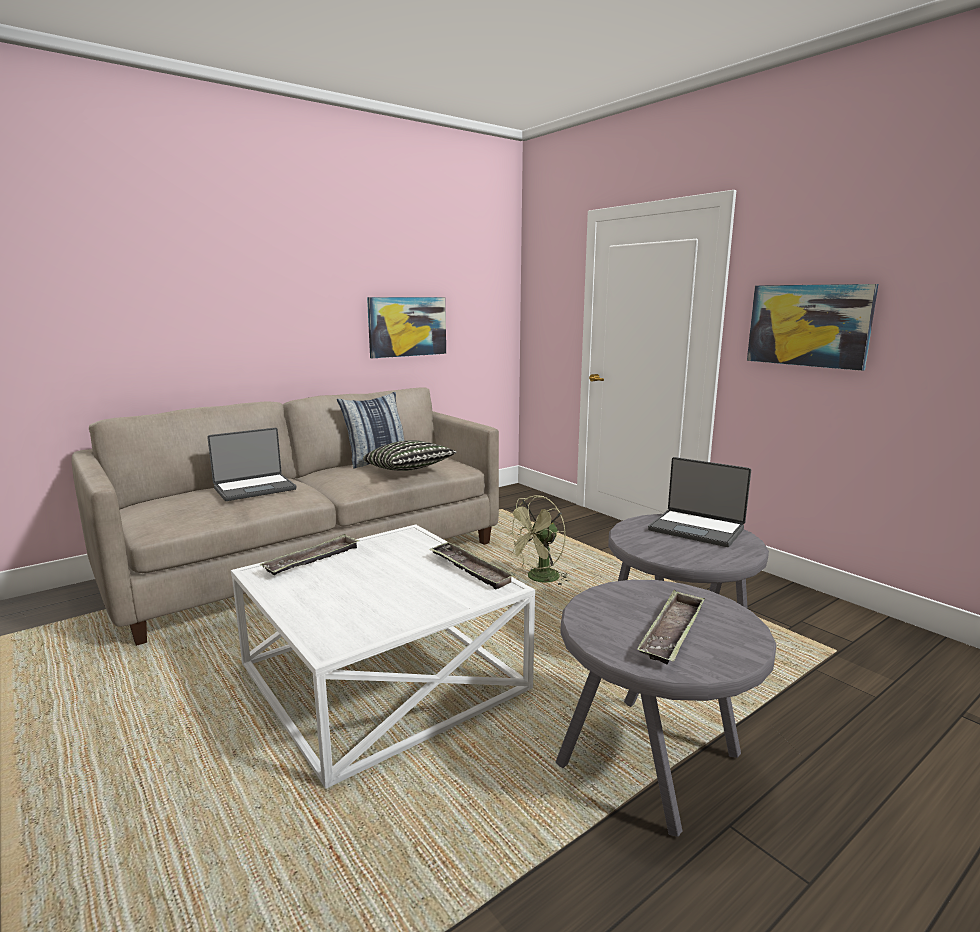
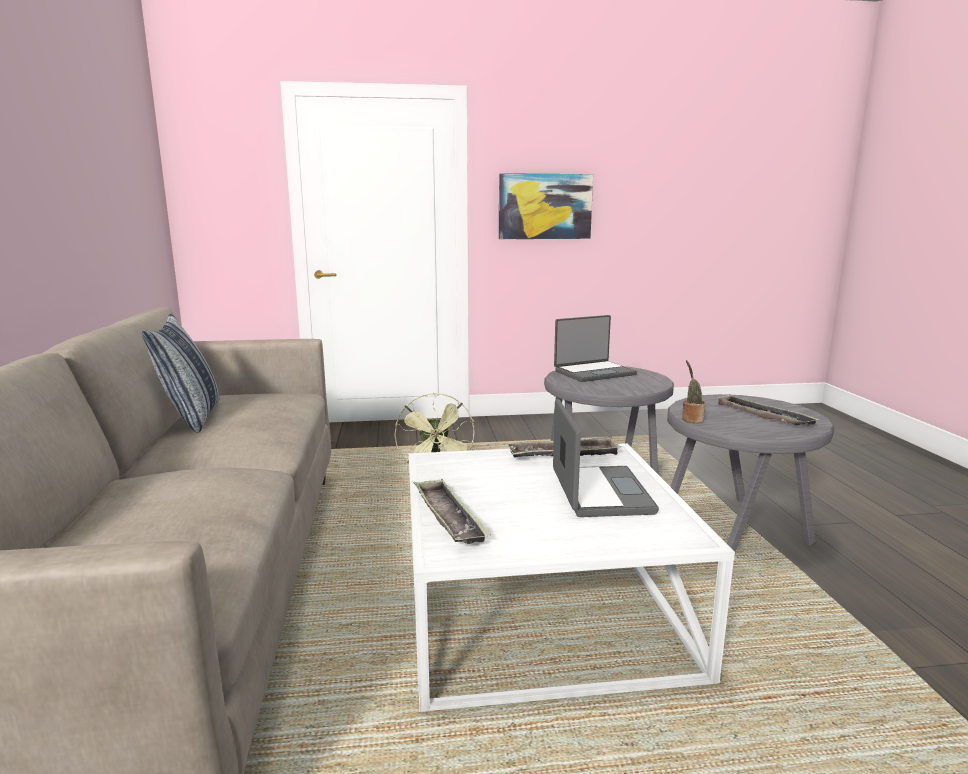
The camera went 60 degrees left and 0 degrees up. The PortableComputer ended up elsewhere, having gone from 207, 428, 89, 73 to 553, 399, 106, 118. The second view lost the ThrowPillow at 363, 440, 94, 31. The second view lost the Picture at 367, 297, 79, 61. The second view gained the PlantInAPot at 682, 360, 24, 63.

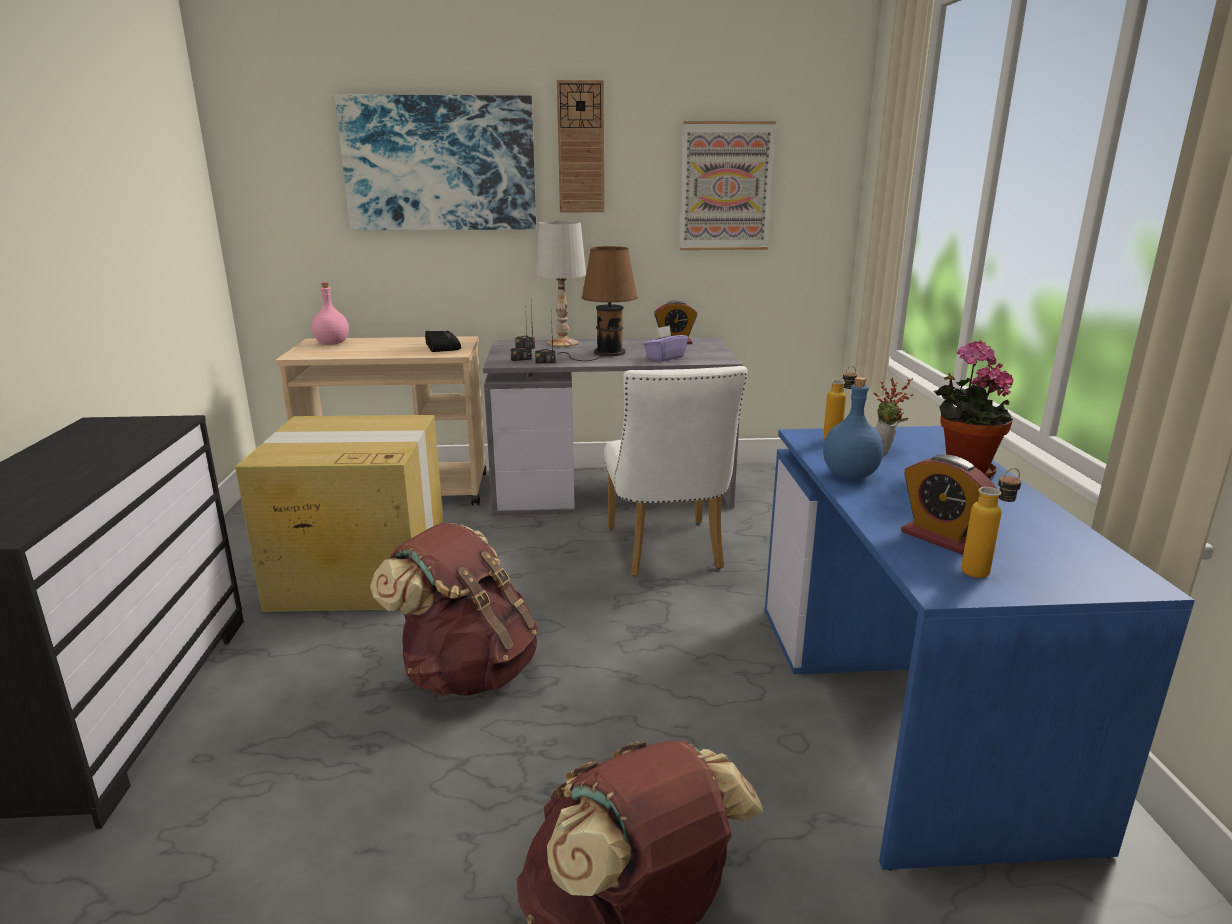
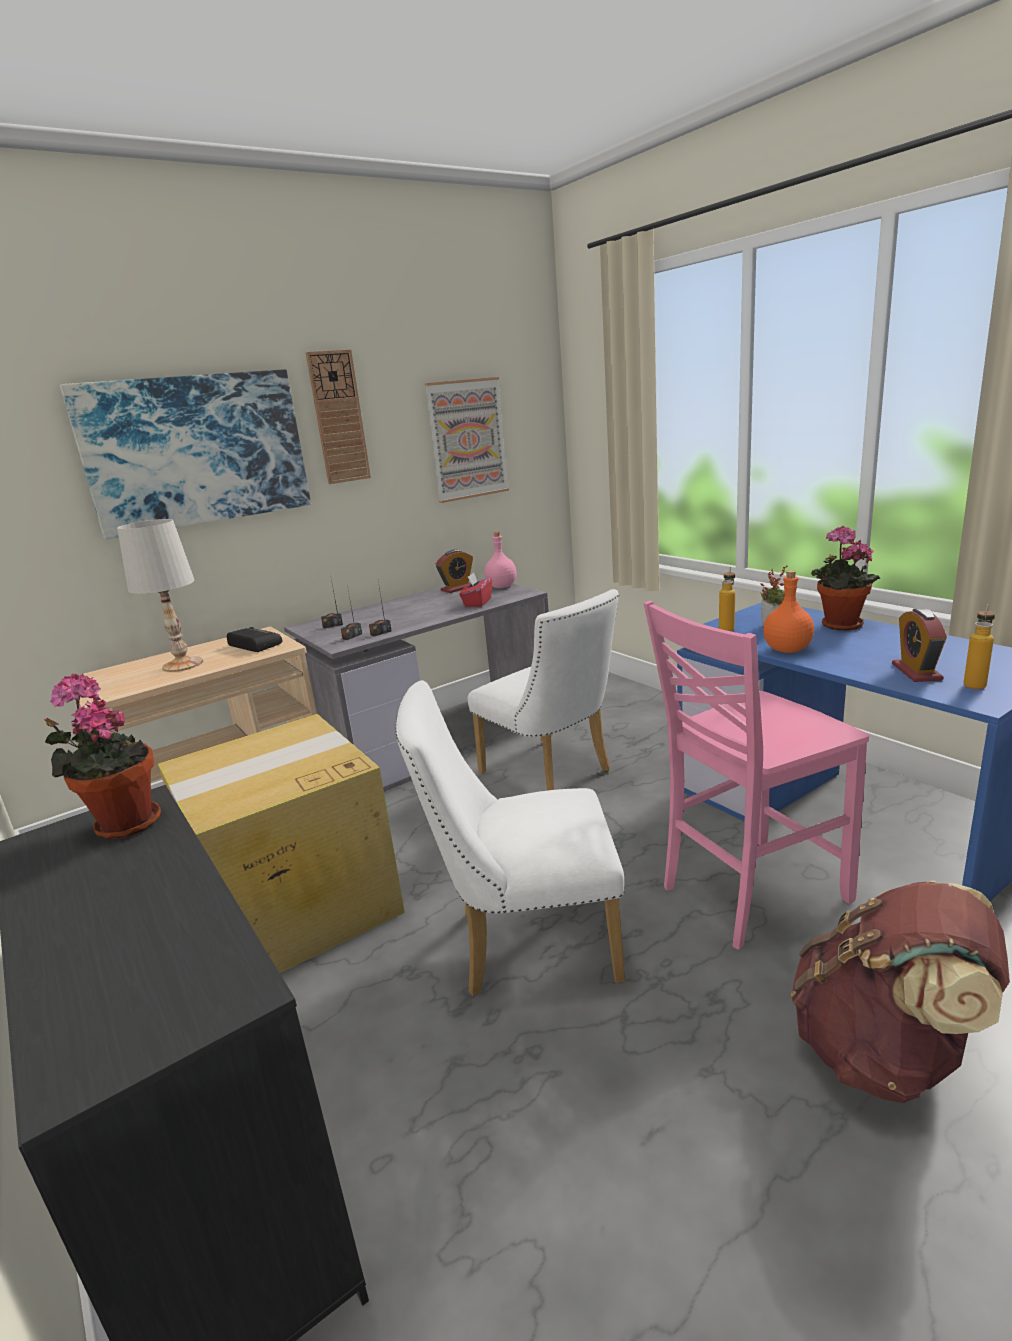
The camera went 30 degrees left and 0 degrees up. The PinkBeverageBottle ended up elsewhere, having gone from 312, 282, 37, 63 to 484, 532, 32, 56. Where the BrownColouredBackpack stood at 370, 522, 169, 174, the WhiteChair came to stand at 395, 680, 230, 316. The WhiteLampForATable ended up elsewhere, having gone from 536, 221, 50, 126 to 117, 519, 86, 153. The second view lost the BrownColouredLampForATable at 560, 246, 78, 115. What was the PurplishTissueHolder at 644, 325, 44, 37 turned into the RedTissueHolder at 459, 573, 33, 34. What was the BlueBeverageBottle at 823, 377, 60, 102 turned into the OrangeBeverageBottle at 763, 570, 51, 83. The BedsideClock at 901, 455, 96, 99 ended up facing another way, 75 degrees clockwise from before. The second view gained the PlantInAPot at 44, 674, 117, 165. The second view gained the PinkChair at 644, 601, 225, 349.

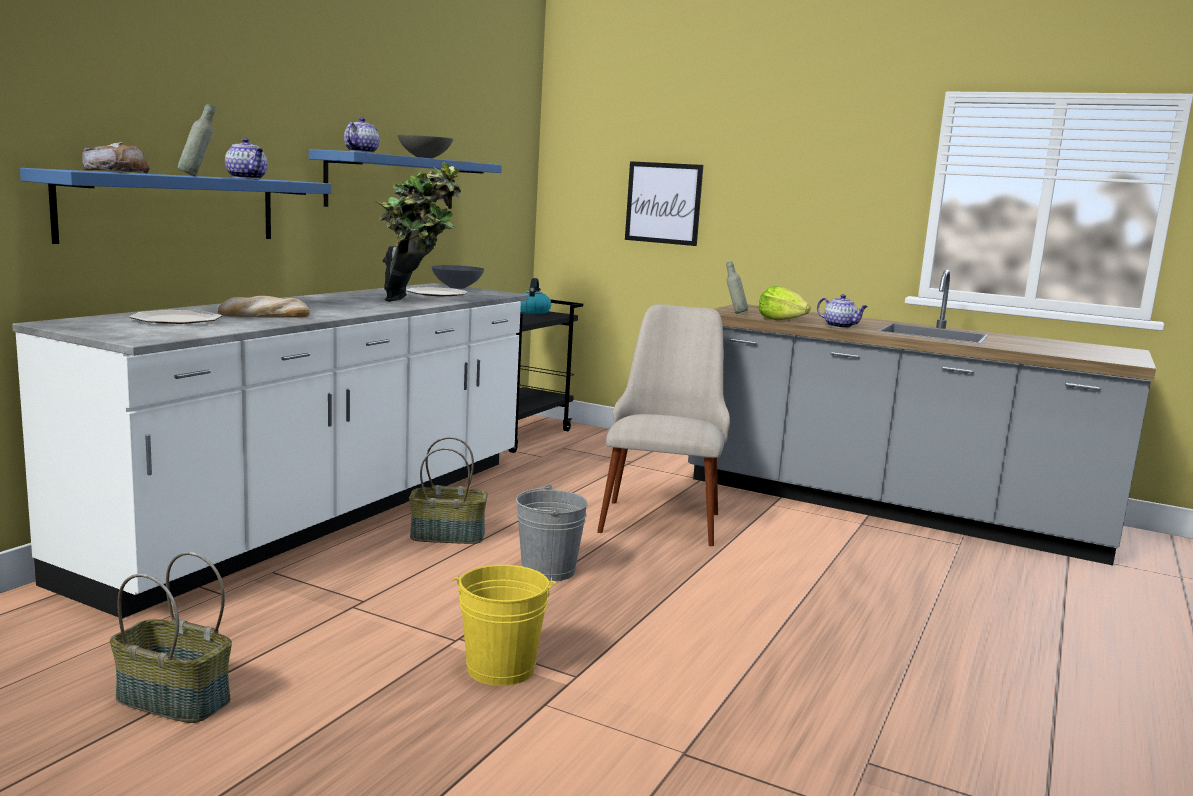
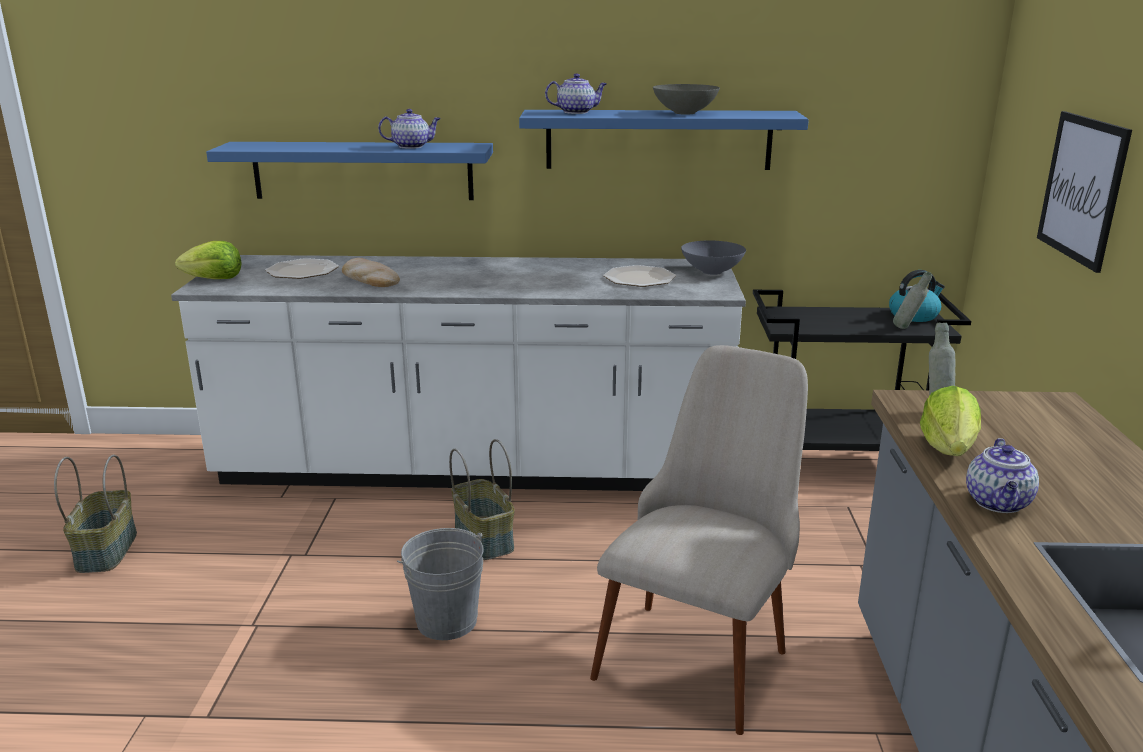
The camera went 65 degrees right and 10 degrees up. The second view lost the Bread at 82, 142, 67, 31. The GreyBeverageBottle ended up elsewhere, having gone from 178, 103, 37, 73 to 893, 272, 39, 57. The Teapot at 225, 138, 42, 41 ended up facing another way, 120 degrees counterclockwise from before. The second view lost the PlantInAPot at 374, 162, 88, 140. The second view lost the YellowishWaterBucket at 452, 565, 105, 121. The BeigeChair at 597, 304, 133, 242 ended up facing another way, 45 degrees counterclockwise from before. The second view gained the Lettuce at 175, 241, 67, 38.

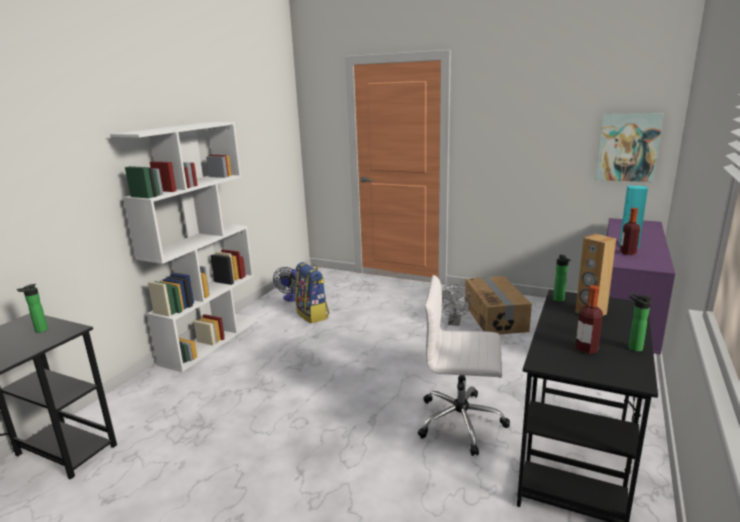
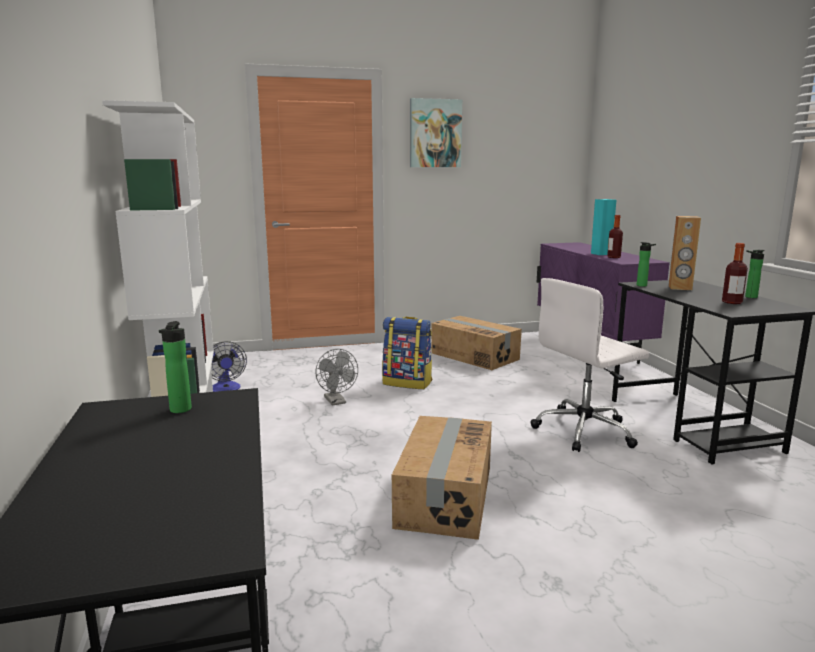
The camera went 40 degrees left and 5 degrees down. The Backpack ended up elsewhere, having gone from 295, 262, 34, 62 to 382, 317, 50, 72. The GreyElectricFan ended up elsewhere, having gone from 442, 284, 30, 42 to 316, 349, 42, 57. The Picture ended up elsewhere, having gone from 595, 113, 69, 69 to 410, 98, 52, 69. The second view gained the PackingBox at 392, 416, 100, 124.

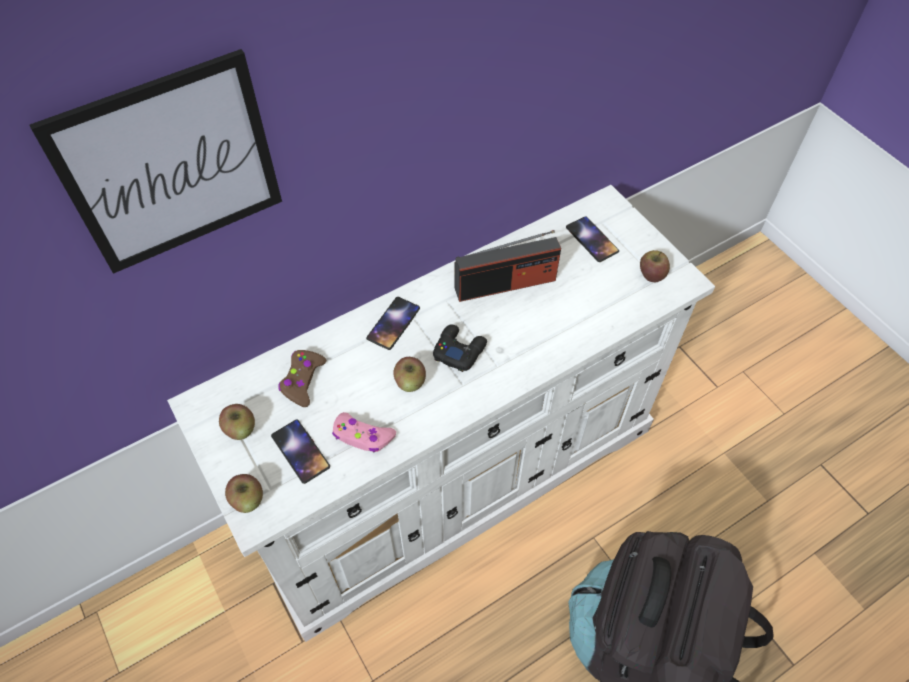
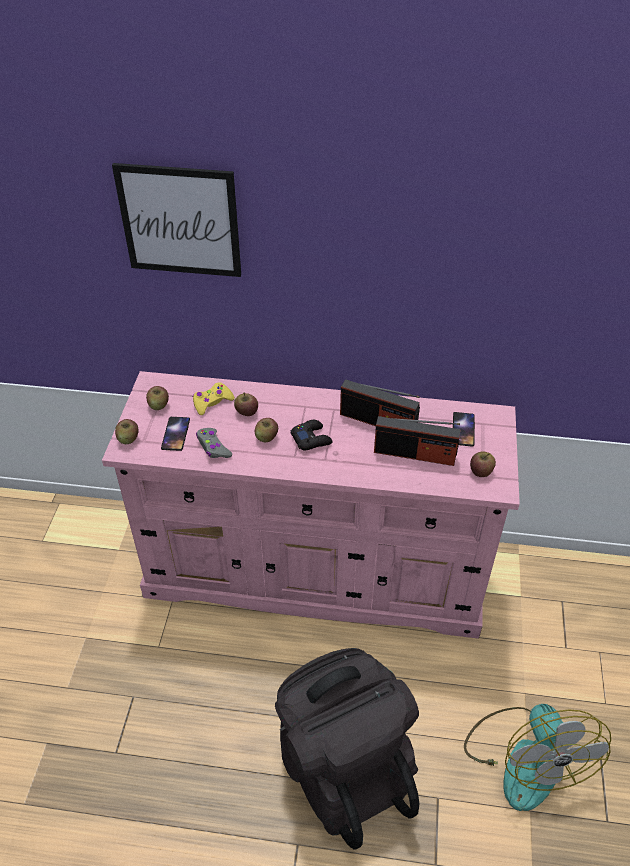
The camera went 40 degrees right and 10 degrees down. What was the WhiteDresser at 167, 185, 548, 457 turned into the PinkDresser at 102, 371, 418, 268. What was the BrownColouredJoypad at 278, 350, 48, 57 turned into the YellowishJoypad at 193, 382, 42, 33. What was the PinkJoypad at 332, 412, 64, 40 turned into the GreyJoypad at 196, 428, 36, 30. The second view lost the Telephone at 366, 297, 54, 53. The second view gained the WholeApple at 234, 392, 24, 24. The second view gained the RadioSet at 374, 416, 87, 50. The second view gained the ElectricFan at 464, 704, 147, 107.

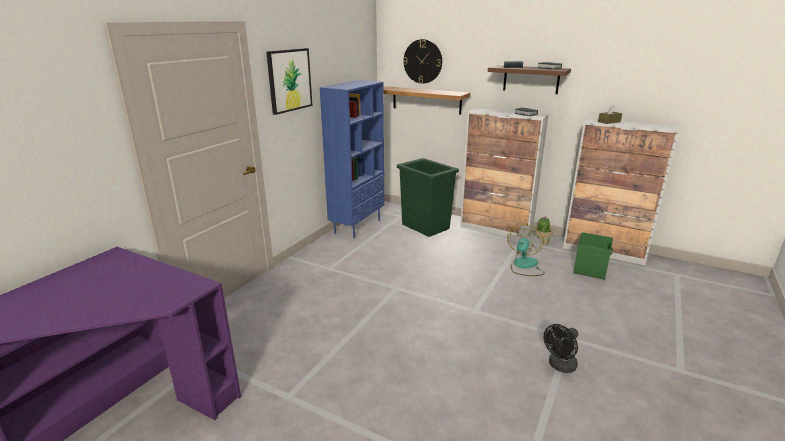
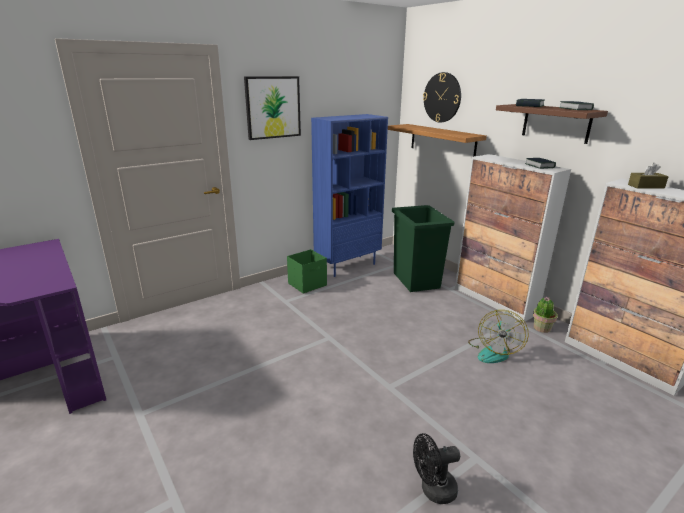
The camera went 25 degrees right and 0 degrees up. The ElectricFan at 507, 224, 38, 52 ended up facing another way, 150 degrees clockwise from before. The GreenishStorageBox ended up elsewhere, having gone from 573, 232, 40, 48 to 287, 249, 40, 45.

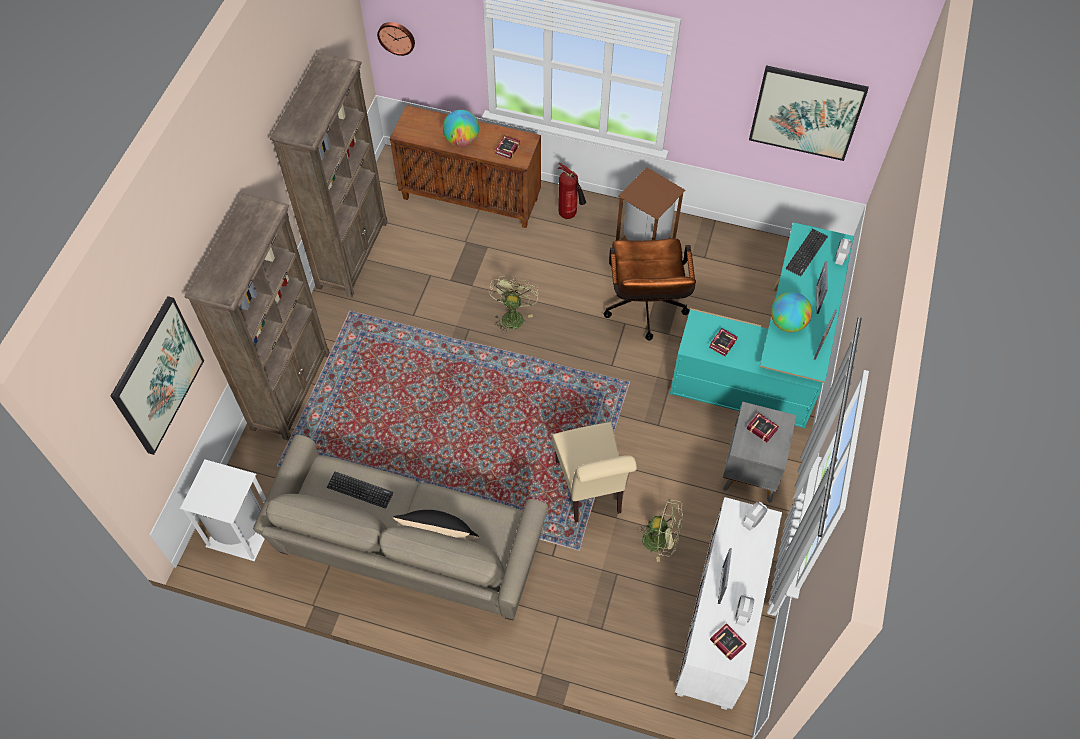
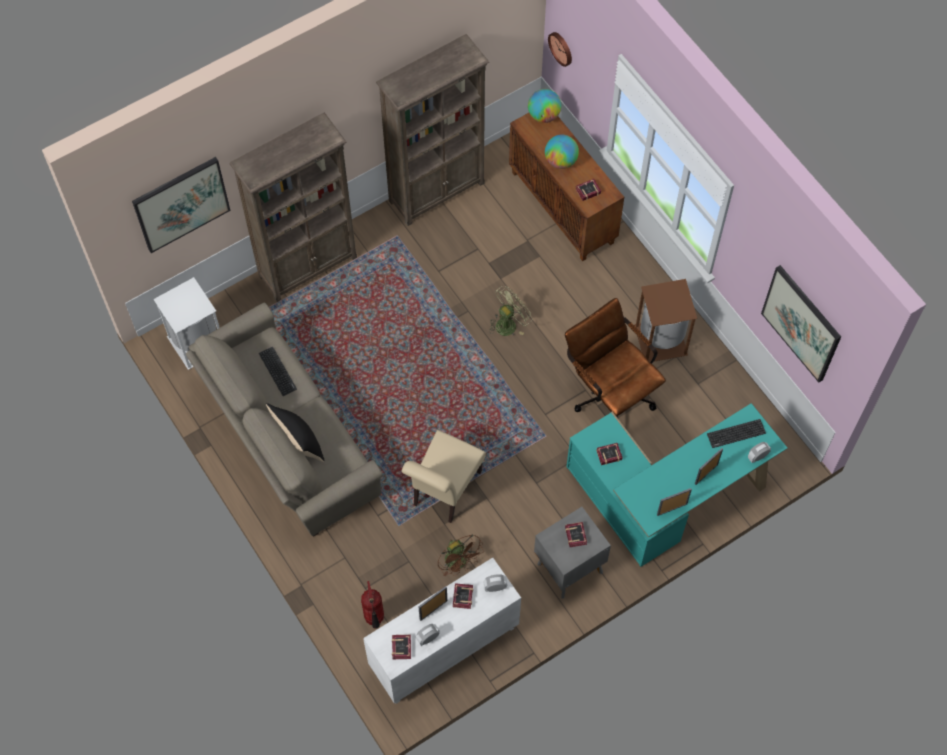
The camera went 40 degrees right and 5 degrees up. The FireExtinguisher ended up elsewhere, having gone from 558, 163, 28, 56 to 361, 581, 23, 48. The BrownColouredOfficeChair at 603, 238, 93, 102 ended up facing another way, 105 degrees clockwise from before. What was the GreenishElectricFan at 637, 499, 46, 63 turned into the BrownColouredElectricFan at 438, 535, 46, 41. The WorldGlobe ended up elsewhere, having gone from 771, 292, 41, 40 to 528, 89, 33, 34. The second view gained the Volume at 453, 583, 20, 26.

